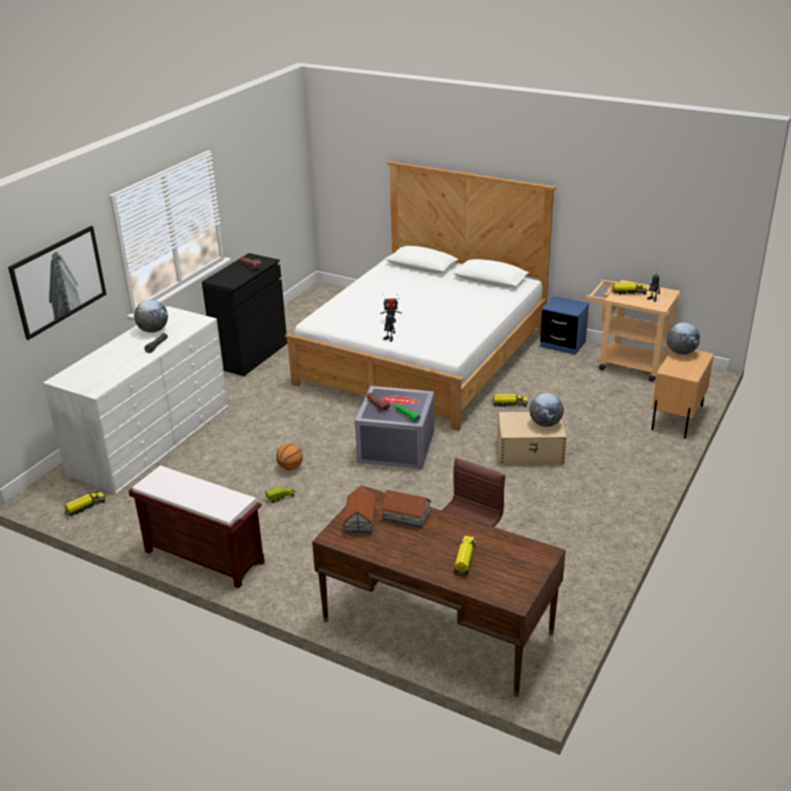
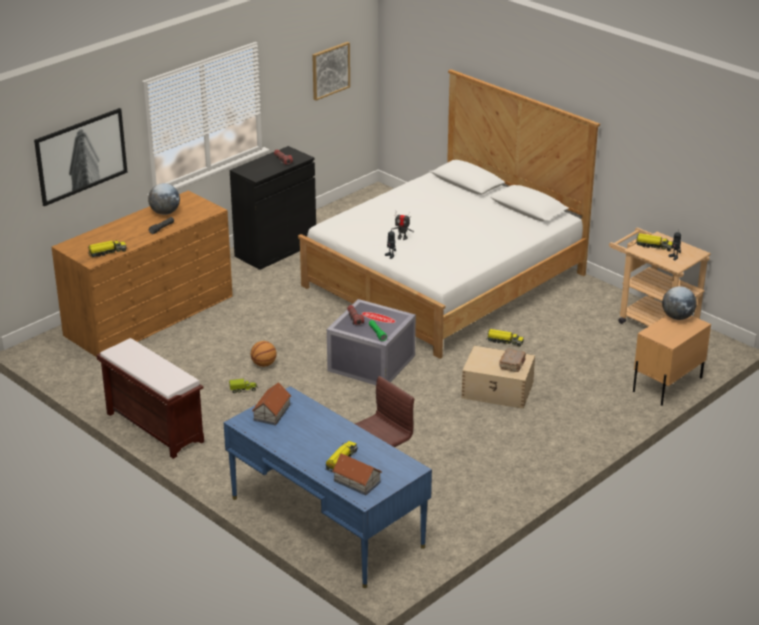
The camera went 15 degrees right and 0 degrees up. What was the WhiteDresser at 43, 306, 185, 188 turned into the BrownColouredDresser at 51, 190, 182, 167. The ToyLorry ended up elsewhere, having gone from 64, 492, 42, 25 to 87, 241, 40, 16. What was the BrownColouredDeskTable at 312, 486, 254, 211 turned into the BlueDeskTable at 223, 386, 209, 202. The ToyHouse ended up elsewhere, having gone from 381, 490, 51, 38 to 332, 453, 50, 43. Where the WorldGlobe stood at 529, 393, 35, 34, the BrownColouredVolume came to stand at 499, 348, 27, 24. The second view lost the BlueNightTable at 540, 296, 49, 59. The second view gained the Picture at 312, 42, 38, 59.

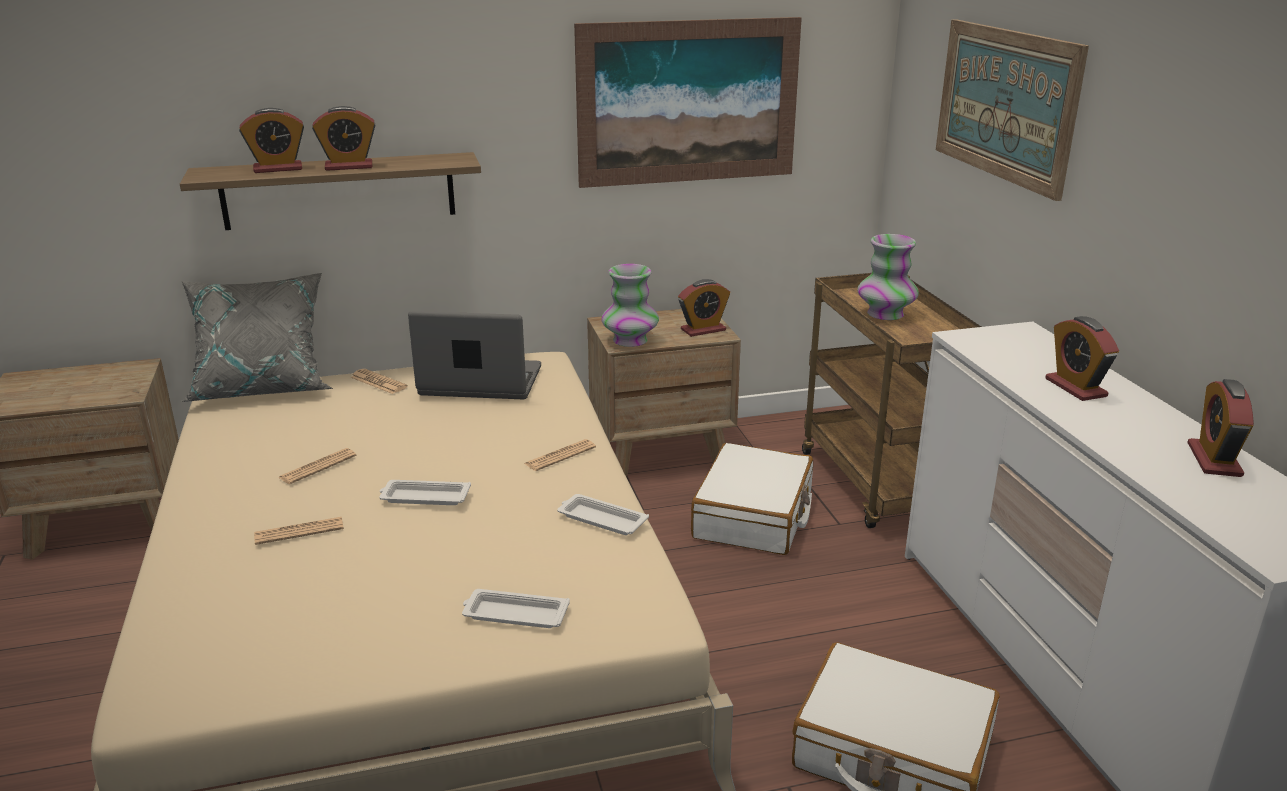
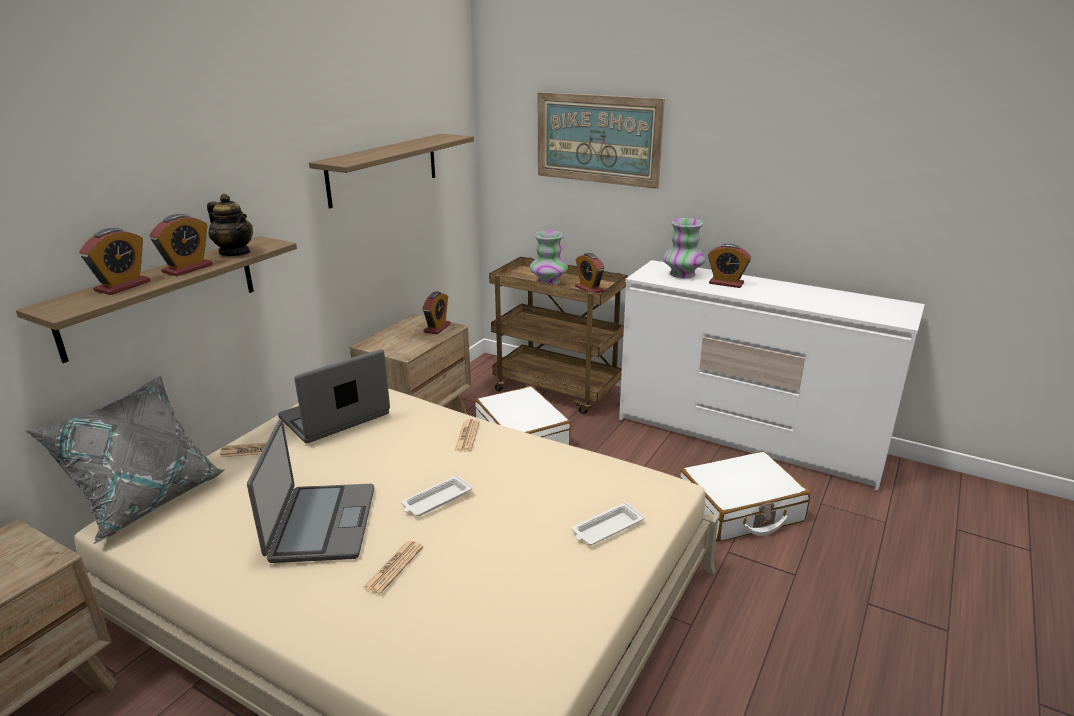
The camera went 45 degrees left and 0 degrees up. Where the DailyPaper stood at 278, 448, 78, 36, the PortableComputer came to stand at 247, 419, 127, 144. The second view lost the WhiteServingTray at 557, 494, 92, 41. Where the Picture hung at 574, 17, 228, 171, the Shelf came to hang at 309, 134, 165, 74. The DecorativeVase ended up elsewhere, having gone from 601, 264, 58, 83 to 663, 218, 42, 60. The BedsideClock ended up elsewhere, having gone from 1187, 379, 67, 98 to 575, 253, 30, 40. The second view gained the Teapot at 207, 194, 46, 62.

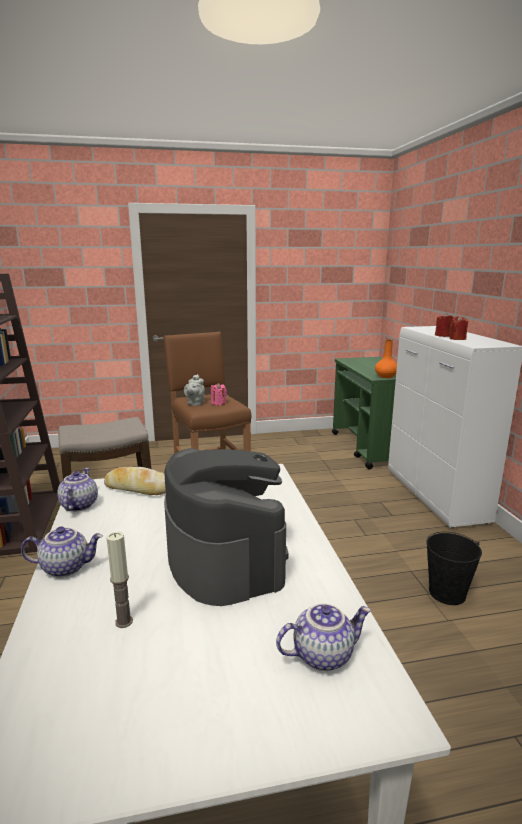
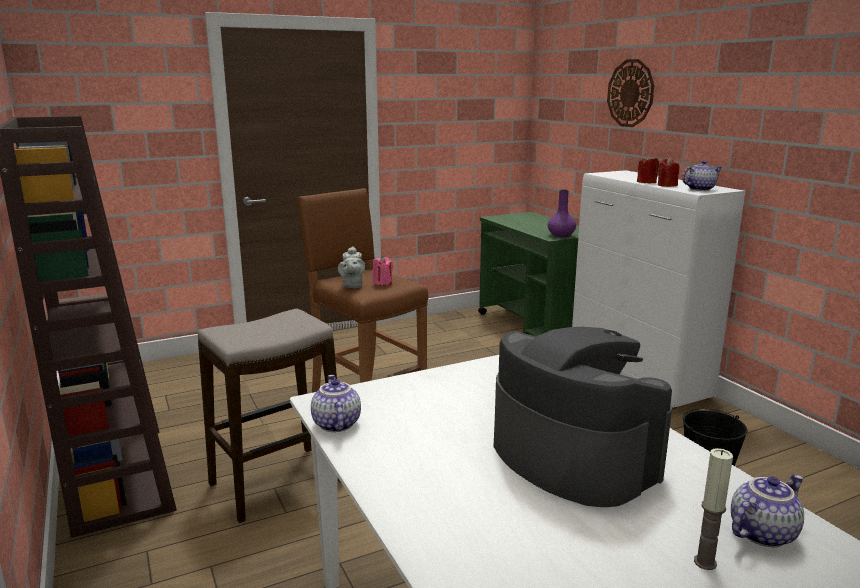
The camera went 15 degrees left and 0 degrees up. The Teapot ended up elsewhere, having gone from 21, 527, 82, 50 to 682, 160, 40, 31. The second view lost the Bread at 104, 467, 62, 28. The WaxLight ended up elsewhere, having gone from 107, 532, 26, 96 to 694, 448, 39, 122. What was the OrangeDecorativeVase at 375, 339, 22, 39 turned into the PurplishDecorativeVase at 548, 189, 28, 48. The second view gained the HangingClock at 607, 59, 47, 68.

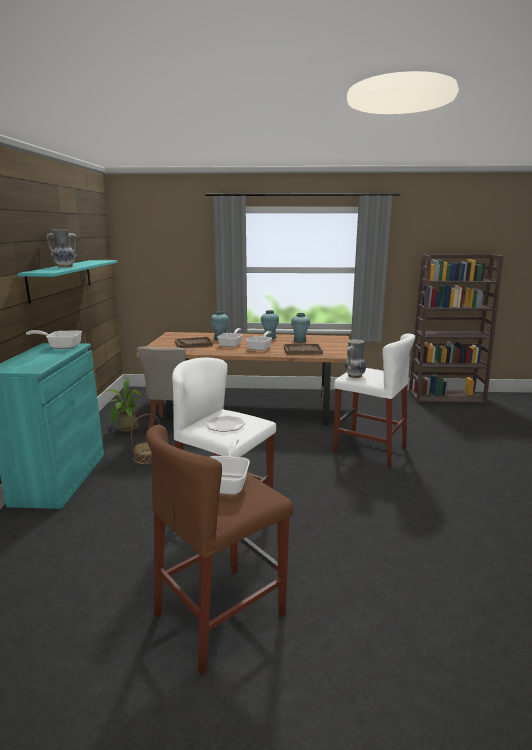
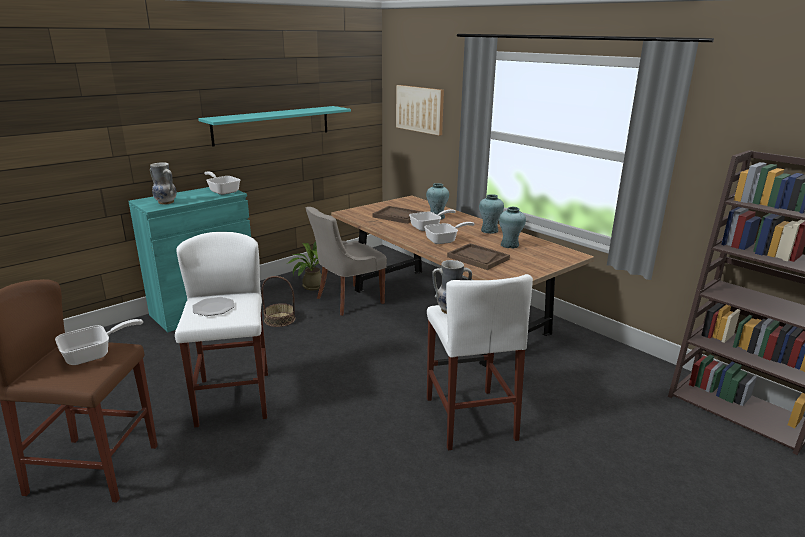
The camera went 45 degrees right and 5 degrees up. The DecorativeVase ended up elsewhere, having gone from 46, 230, 31, 37 to 150, 162, 27, 42. The second view gained the Picture at 396, 85, 48, 51.

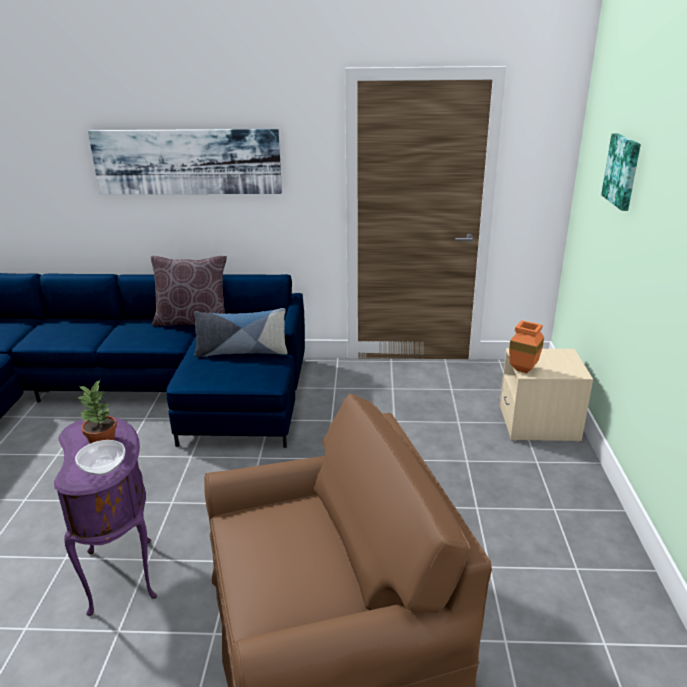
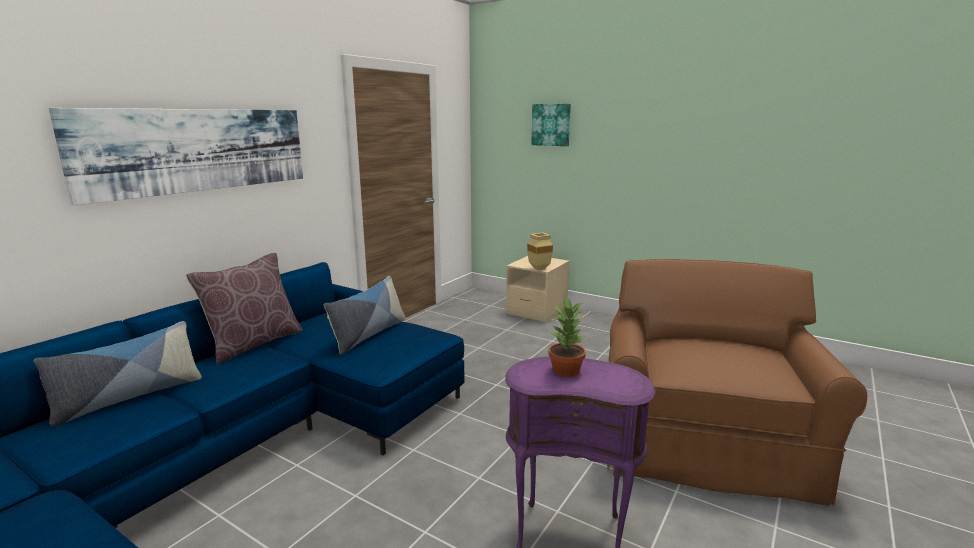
The camera went 60 degrees left and 10 degrees down. The second view lost the DeepDish at 75, 440, 50, 35. What was the OrangeDecorativeVase at 509, 320, 35, 53 turned into the BeigeDecorativeVase at 527, 233, 26, 37. The second view gained the ThrowPillow at 34, 321, 168, 106.

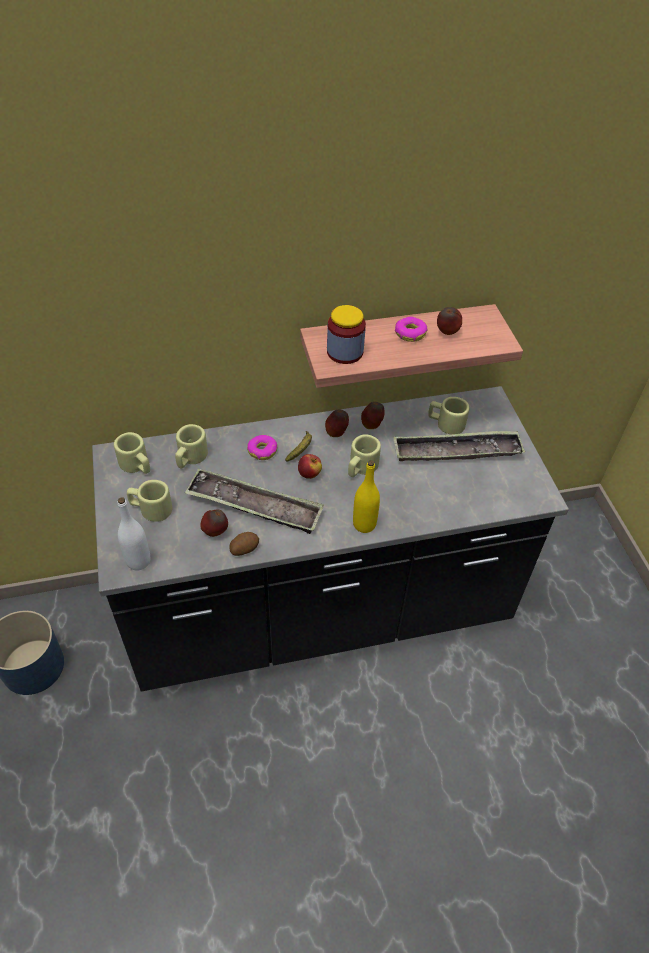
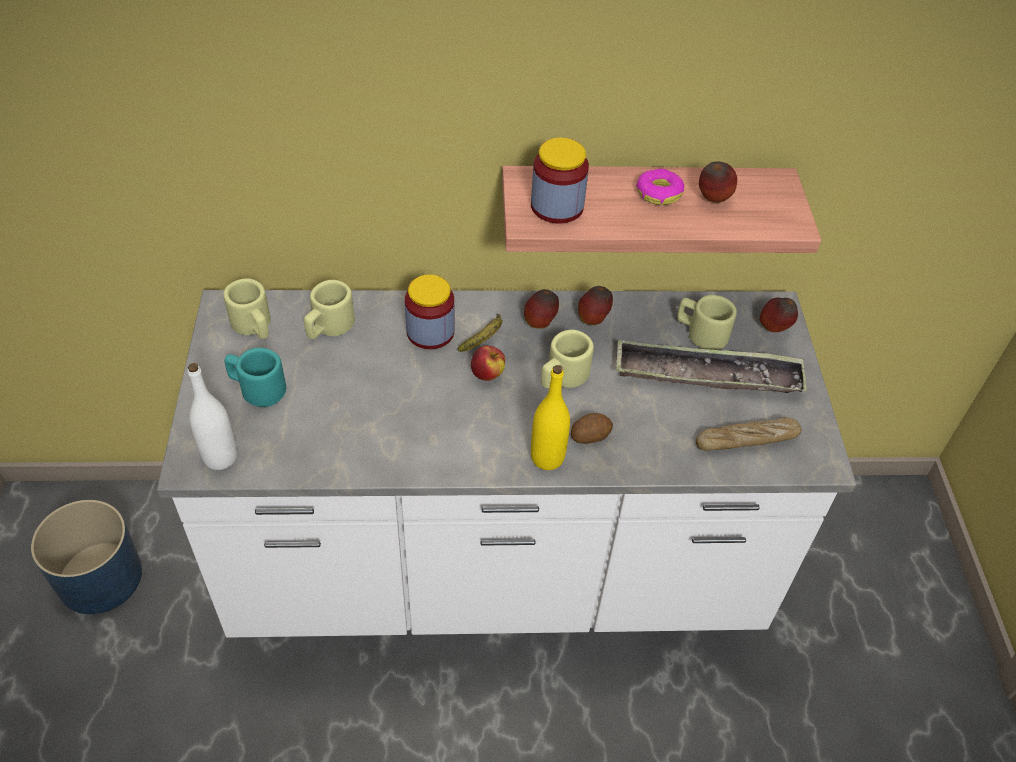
The camera went 10 degrees right and 0 degrees up. What was the BlackishCounter at 92, 386, 477, 306 turned into the WhiteCounter at 157, 290, 699, 348. What was the BeigeTeaMug at 127, 480, 45, 42 turned into the BlueGreenTeaMug at 224, 348, 62, 59. The second view lost the ServingTray at 185, 468, 139, 66. The WholeApple ended up elsewhere, having gone from 201, 510, 27, 27 to 760, 298, 38, 34. The Potato ended up elsewhere, having gone from 229, 532, 30, 24 to 571, 413, 42, 31. Where the Doughnut stood at 247, 435, 30, 25, the Jar came to stand at 405, 275, 50, 74. The second view gained the Bread at 696, 417, 105, 34.

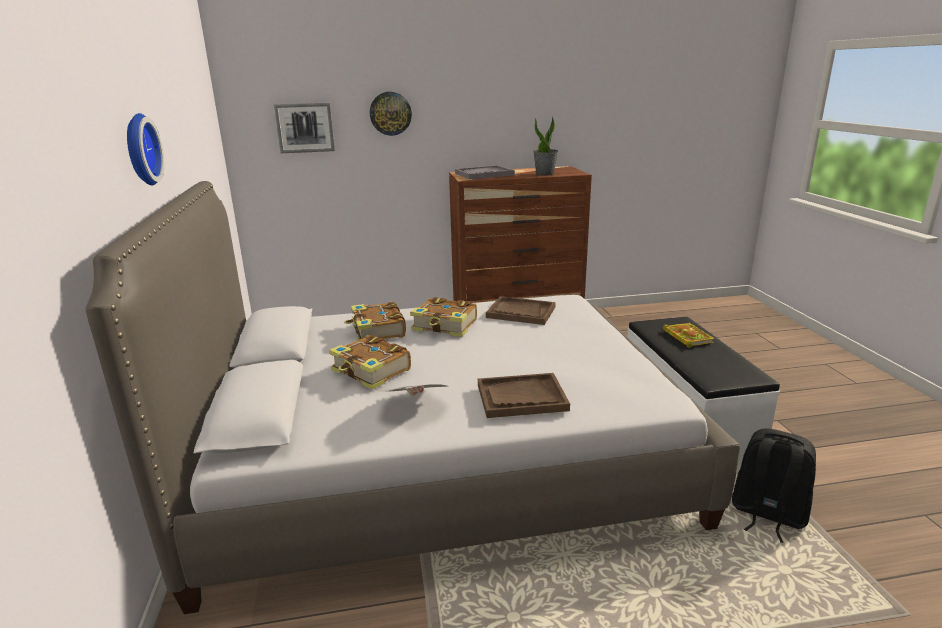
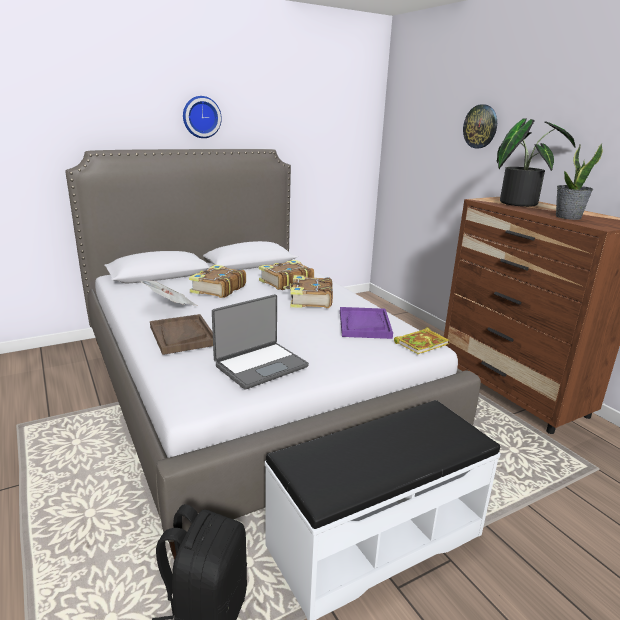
The camera went 70 degrees right and 0 degrees up. The second view lost the Picture at 274, 103, 61, 50. Where the GreyServingTray stood at 455, 165, 60, 14, the PlantInAPot came to stand at 497, 119, 79, 88. What was the BrownColouredServingTray at 486, 296, 70, 29 turned into the PurplishServingTray at 340, 307, 53, 32. The Volume ended up elsewhere, having gone from 663, 323, 52, 25 to 394, 327, 56, 27. The second view gained the PortableComputer at 212, 294, 97, 96.

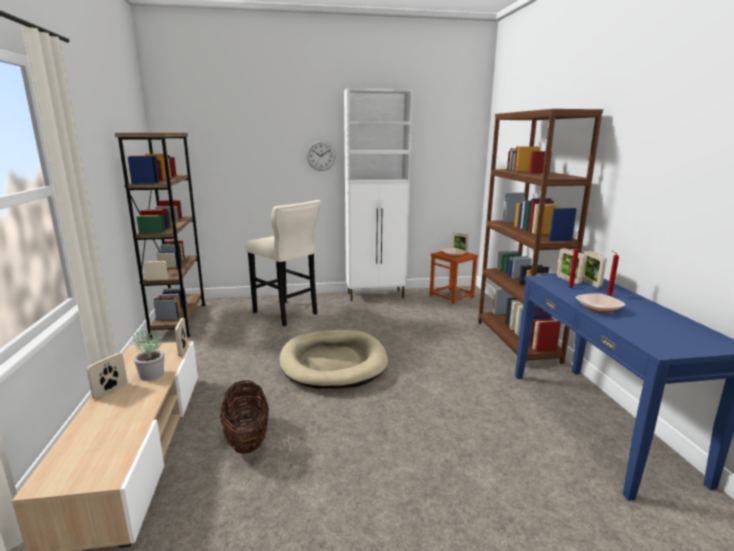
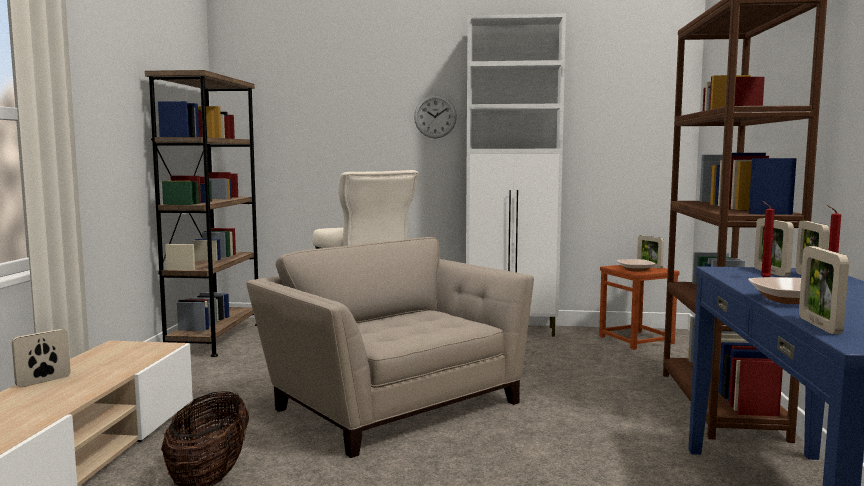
The camera went 15 degrees right and 10 degrees down. The second view lost the PlantInAPot at 133, 329, 31, 52. The PhotoFrame ended up elsewhere, having gone from 175, 318, 13, 38 to 799, 246, 50, 88. Where the BeigePetBed stood at 280, 330, 108, 59, the BeigeArmchair came to stand at 246, 237, 288, 221.

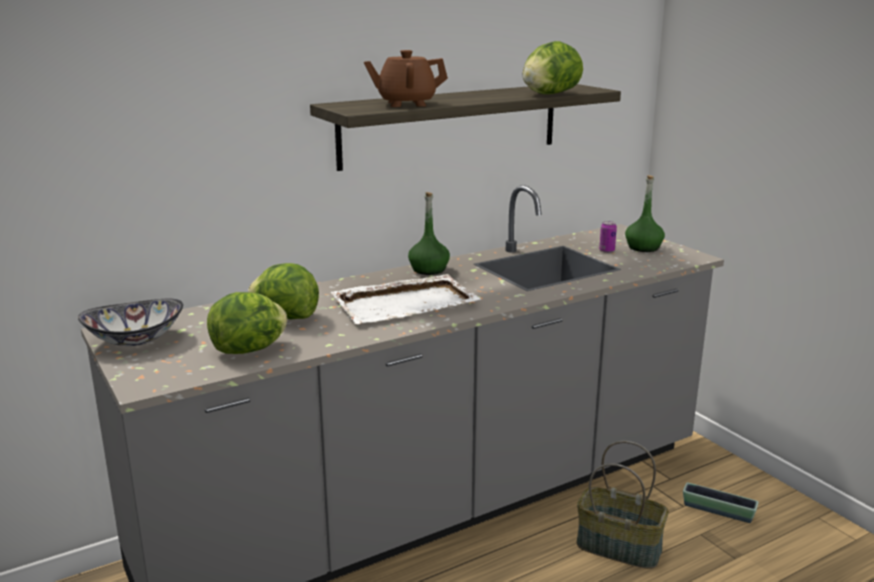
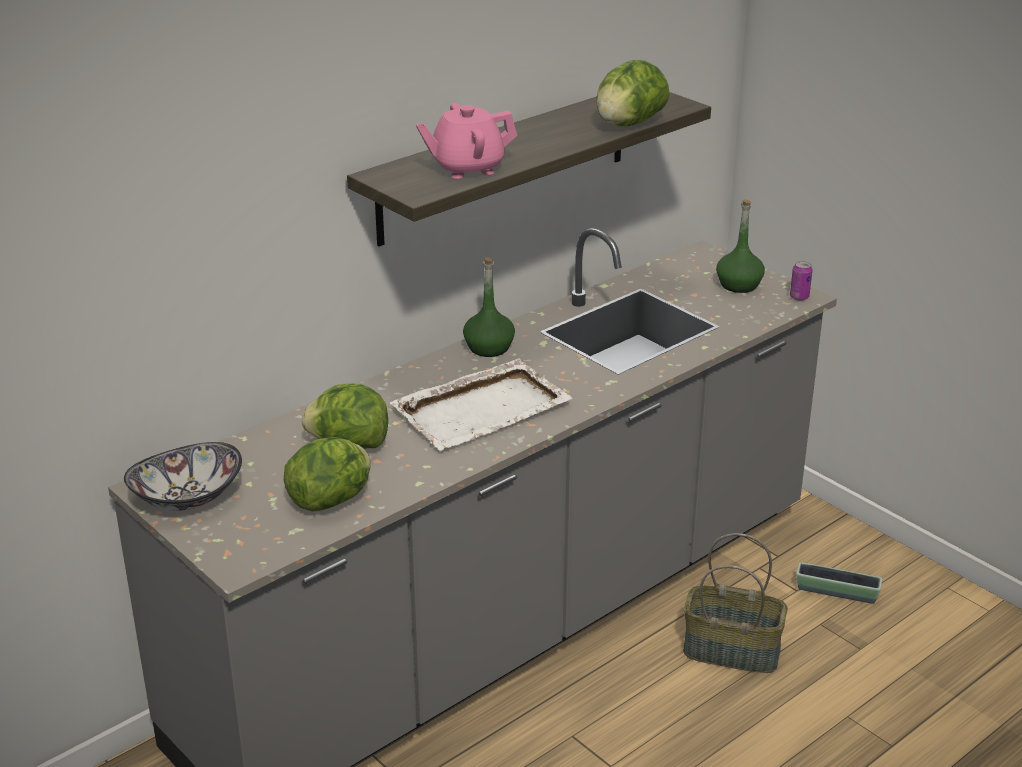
The camera went 10 degrees left and 10 degrees up. What was the BrownColouredTeapot at 364, 50, 84, 57 turned into the PinkTeapot at 416, 103, 101, 76. The MetalCan ended up elsewhere, having gone from 599, 221, 18, 32 to 790, 261, 22, 40.

